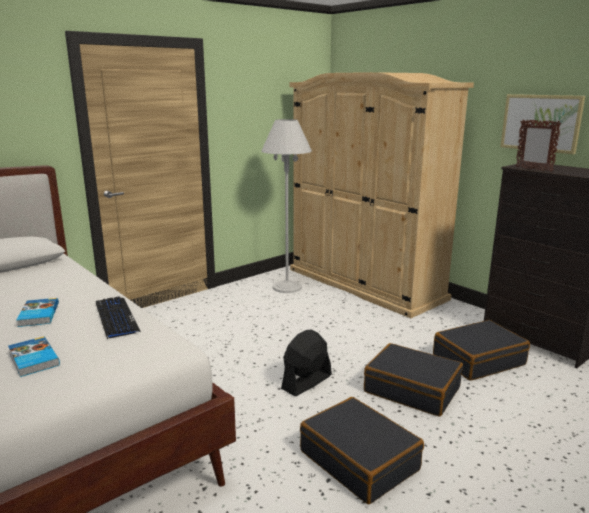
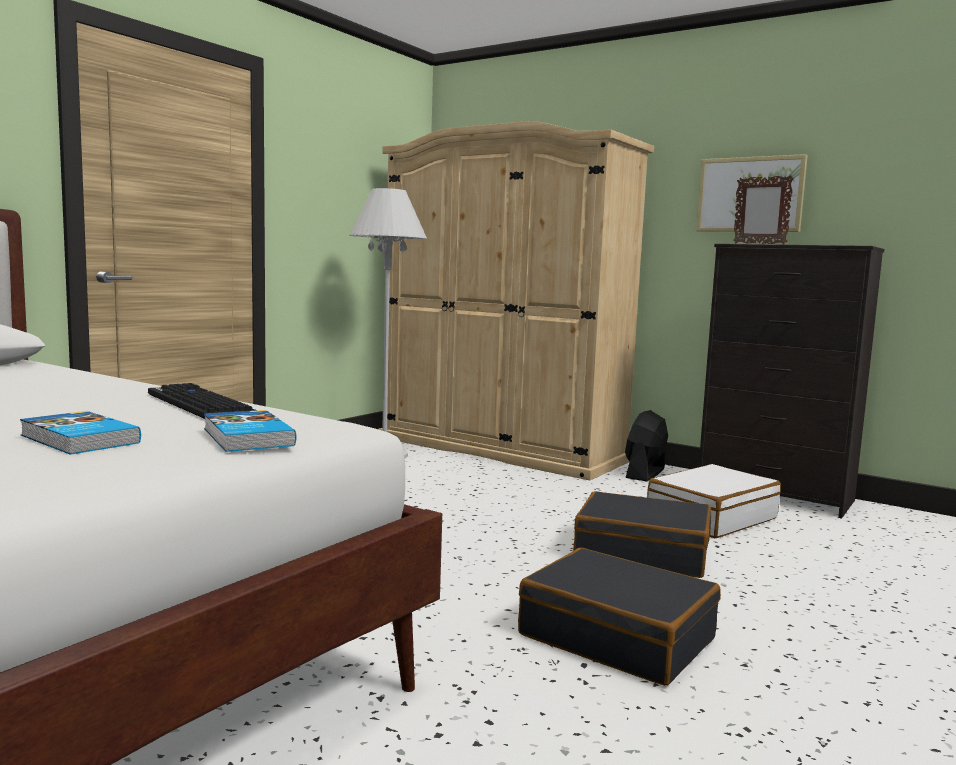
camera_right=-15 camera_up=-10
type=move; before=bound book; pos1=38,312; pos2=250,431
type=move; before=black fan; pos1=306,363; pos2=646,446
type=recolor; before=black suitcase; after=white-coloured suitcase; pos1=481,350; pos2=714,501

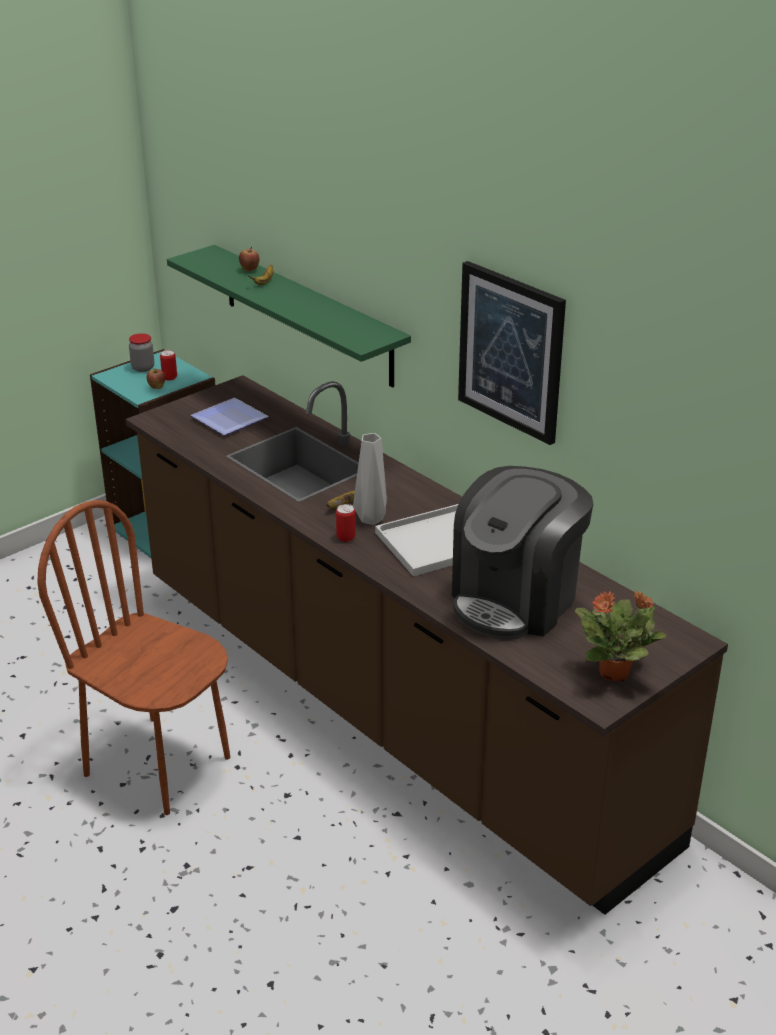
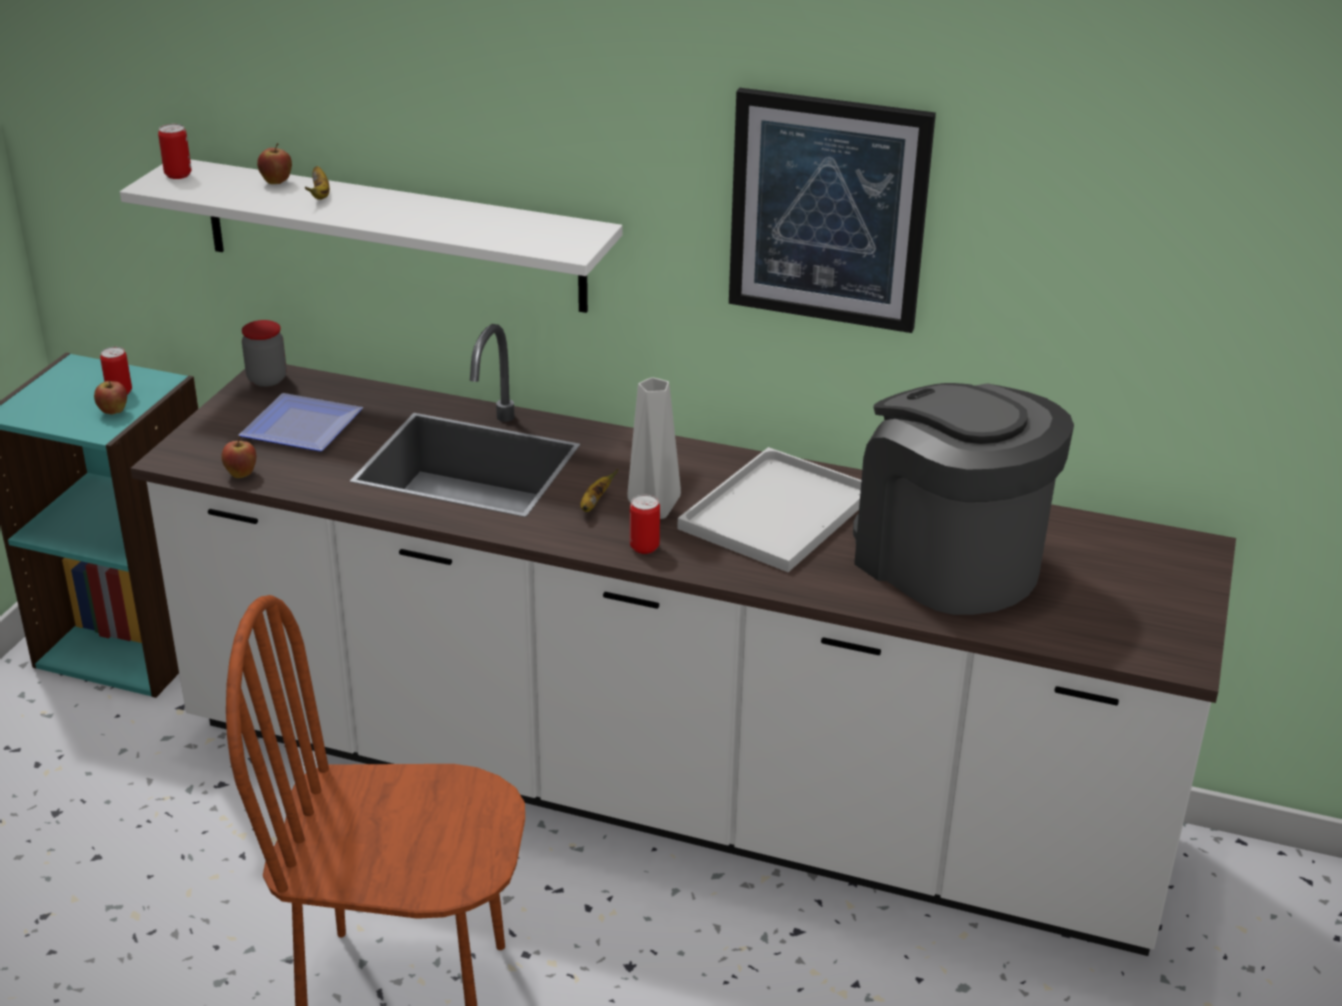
camera_right=-30 camera_up=0
type=recolor; before=greenish shelf; after=white-coloured shelf; pos1=289,316; pos2=371,236
type=recolor; before=brown-coloured kitchen counter; after=white-coloured kitchen counter; pos1=426,645; pos2=683,640
type=insert; after=sealed can; pos2=174,151
type=insert; after=apple; pos2=238,457
type=move; before=preserve jar; pos1=141,352; pos2=264,353
type=rotate; before=coffee maker; pos1=522,553; pos2=963,499; turn=135
type=delete; before=houseplant; pos1=620,635

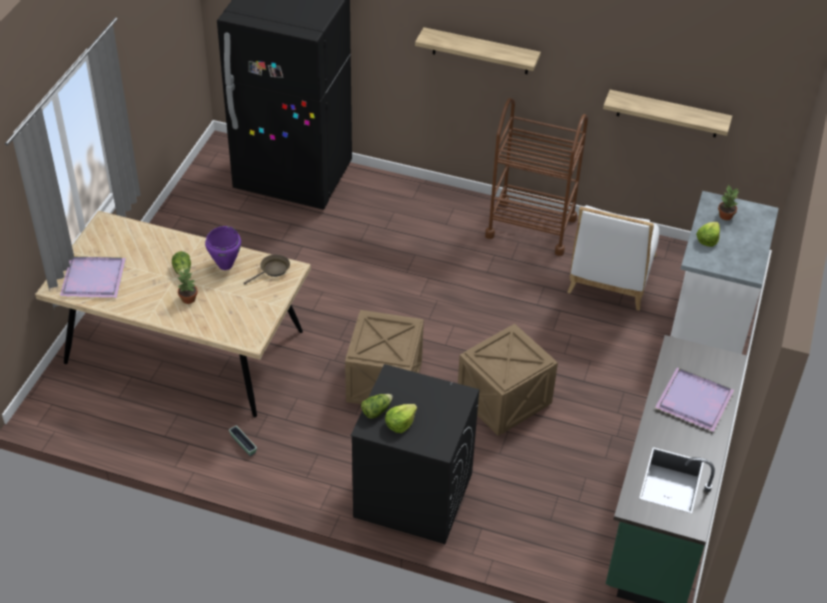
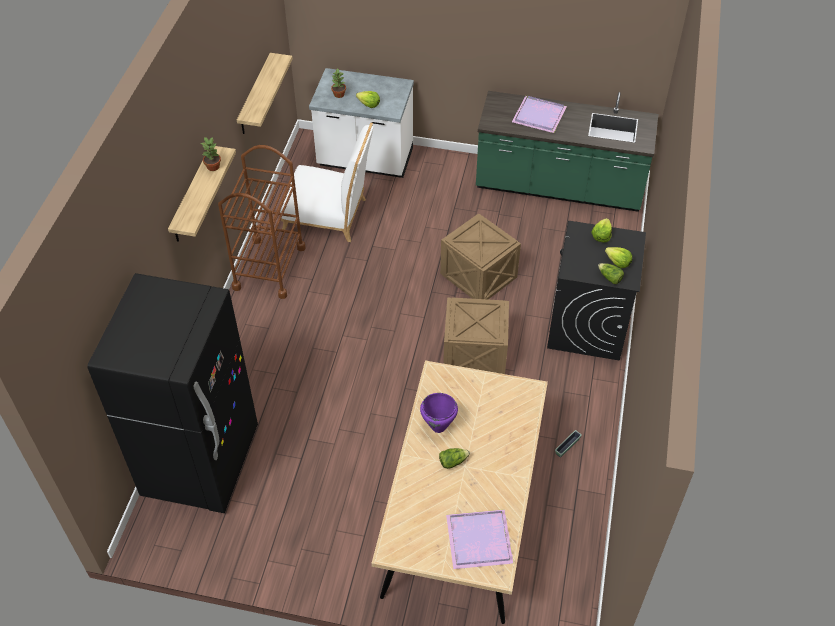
camera_right=-95 camera_up=5
type=move; before=houseplant; pos1=187,286; pos2=211,154
type=insert; after=lettuce; pos2=601,230
type=delete; before=brown-coloured skillet; pos1=267,269

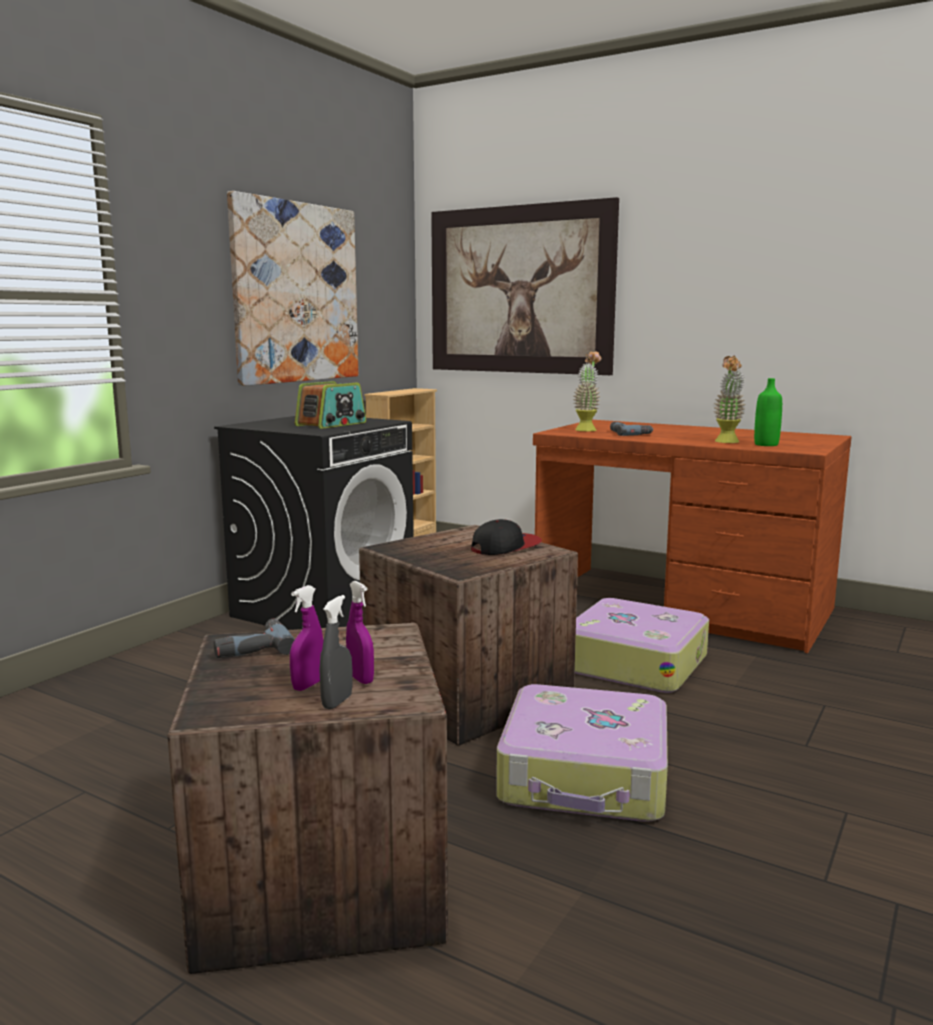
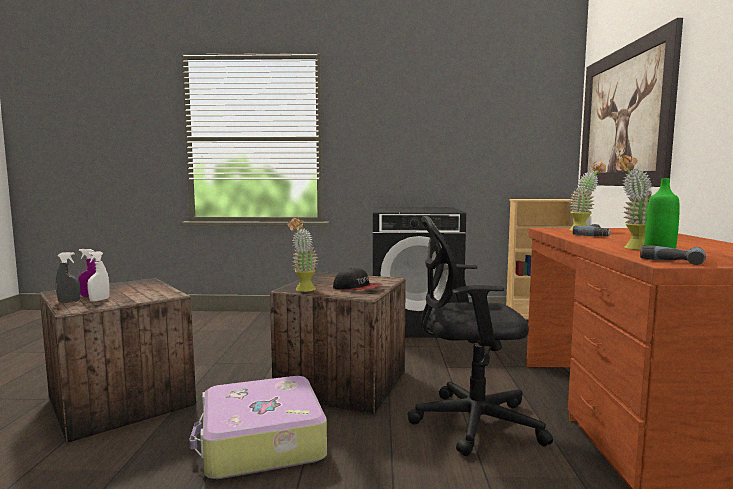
camera_right=60 camera_up=-5
type=recolor; before=purple hand sprayer; after=white-coloured hand sprayer; pos1=360,632; pos2=98,276
type=insert; after=houseplant; pos2=302,255
type=replace; before=suitcase; after=black computer chair; pos1=642,645; pos2=480,336
type=move; before=power drill; pos1=254,638; pos2=673,255
type=delete; before=picture; pos1=293,288
type=delete; before=radio set; pos1=330,405

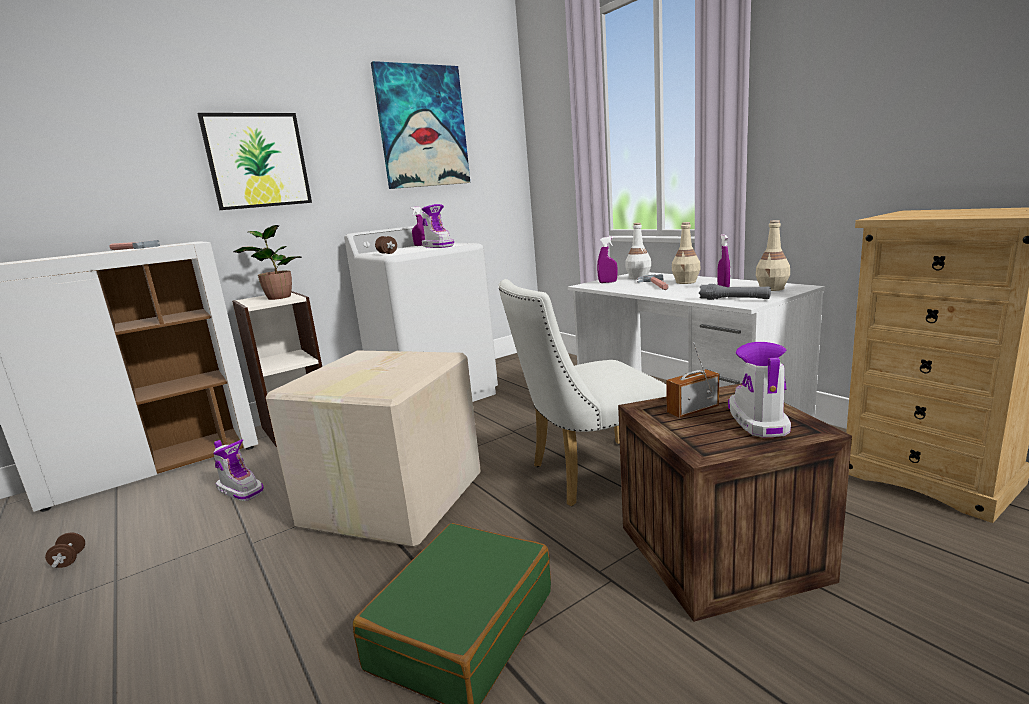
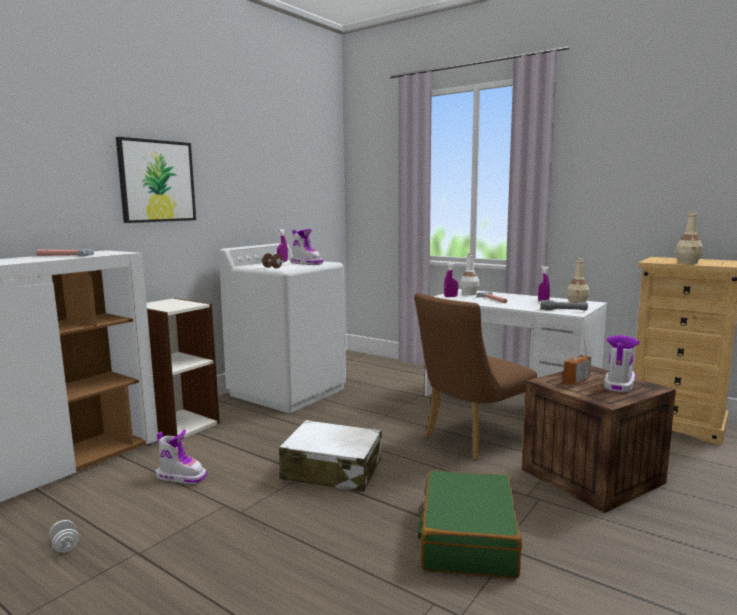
camera_right=-20 camera_up=-5
type=recolor; before=brown-coloured dumbbell; after=white-coloured dumbbell; pos1=65,550; pos2=64,536
type=replace; before=carton; after=white-coloured suitcase; pos1=373,448; pos2=330,456
type=recolor; before=white-coloured upright chair; after=brown-coloured upright chair; pos1=583,392; pos2=475,377
type=rotate; before=high-top boot; pos1=759,389; pos2=621,363; turn=45
type=move; before=beige-coloured beverage bottle; pos1=686,253; pos2=689,237
type=delete; before=houseplant; pos1=267,262
type=delete; before=picture; pos1=420,125

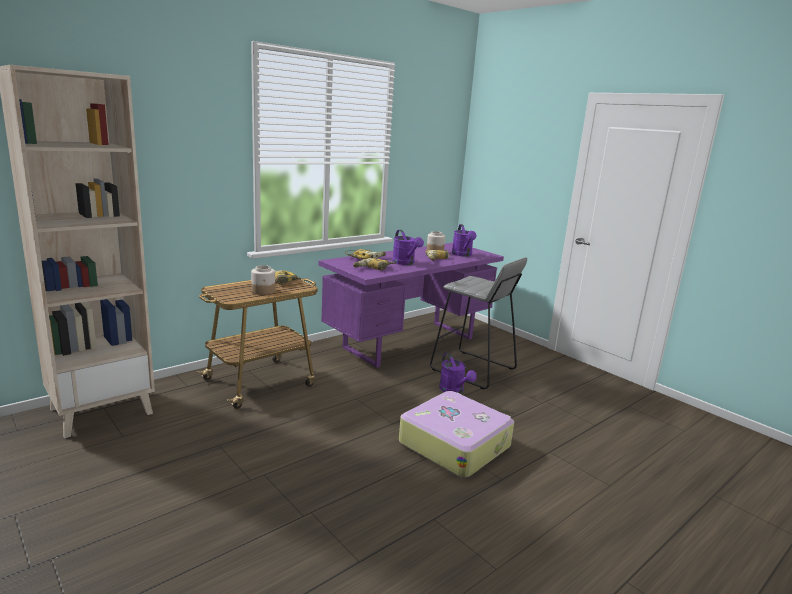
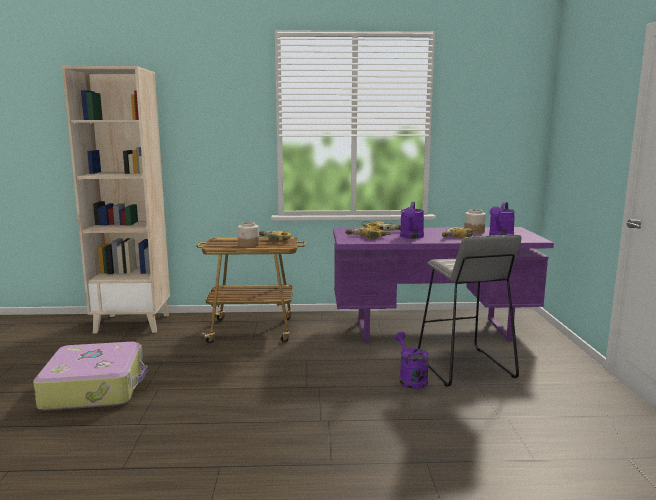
camera_right=40 camera_up=-5
type=move; before=suitcase; pos1=456,434; pos2=90,376
type=rotate; before=purple sprinkling can; pos1=458,373; pos2=411,360; turn=150

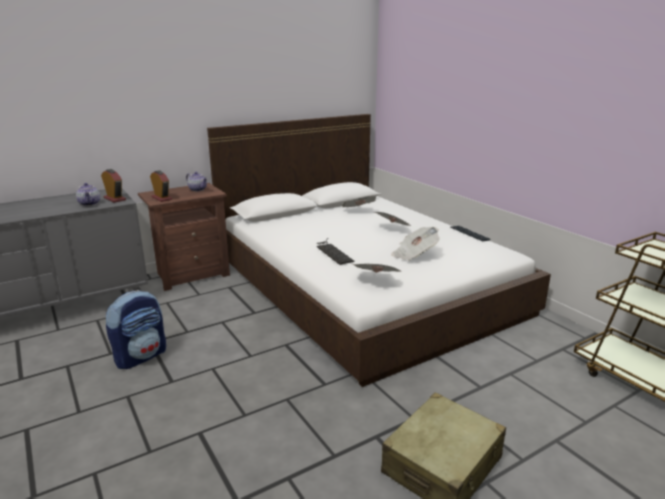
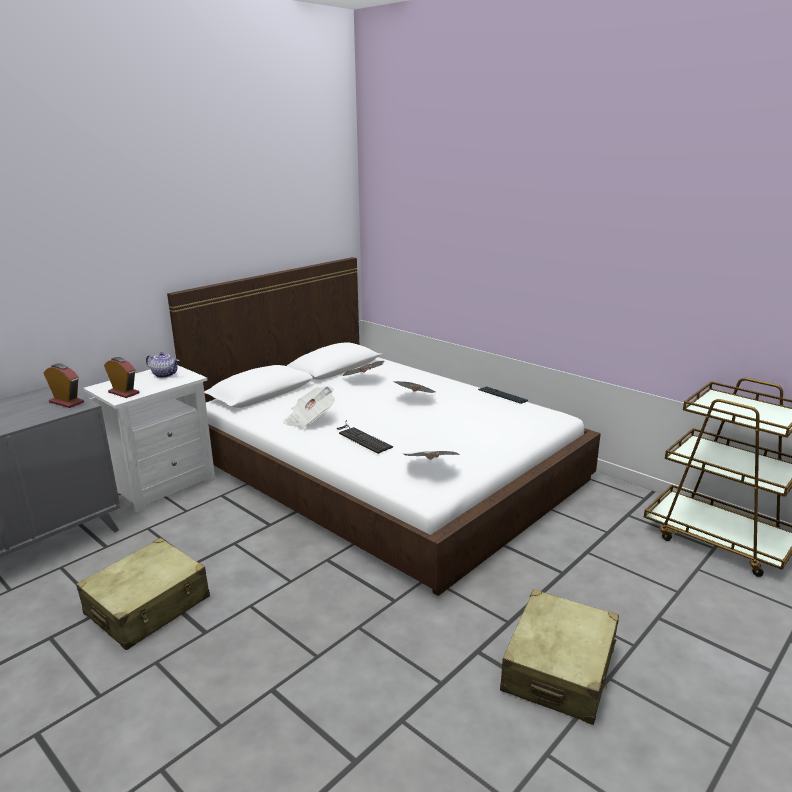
camera_right=-15 camera_up=0
type=replace; before=backpack; after=beige-coloured suitcase; pos1=136,329; pos2=143,594
type=recolor; before=brown-coloured bedside table; after=white-coloured bedside table; pos1=184,237; pos2=149,439
type=move; before=daily paper; pos1=415,244; pos2=309,407
type=delete; before=pot for tea; pos1=88,194

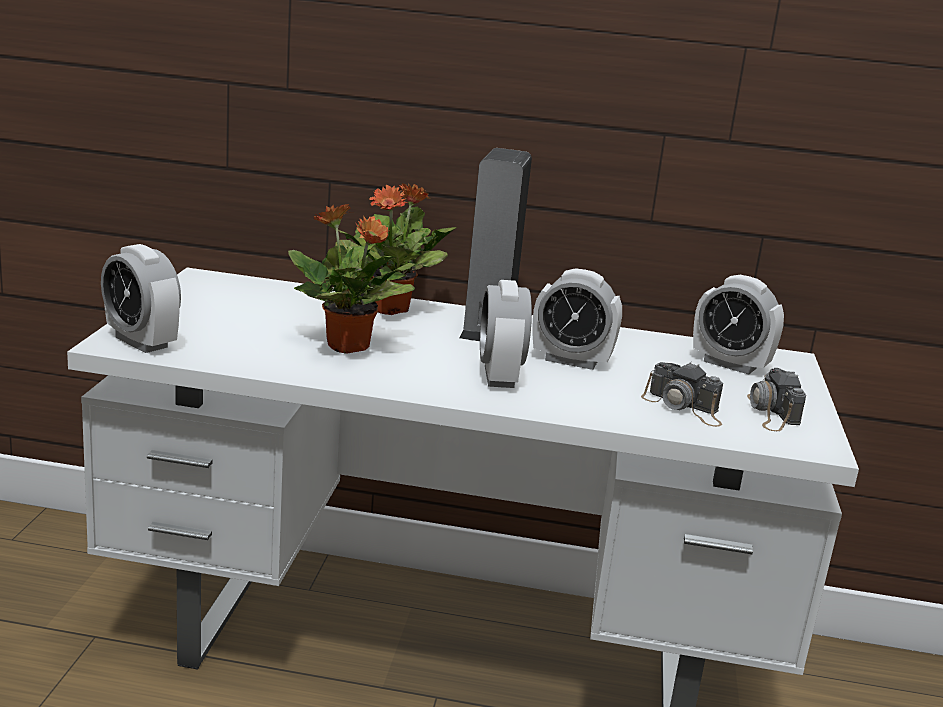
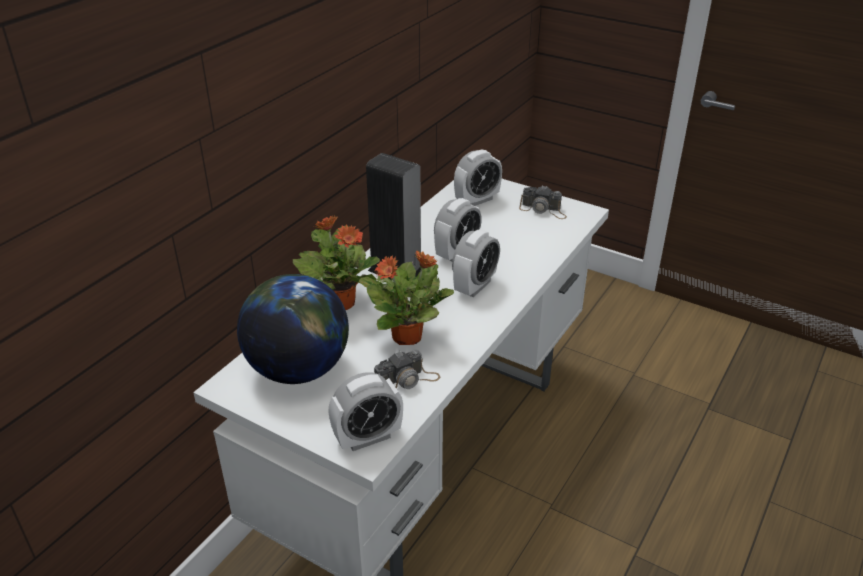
camera_right=-65 camera_up=15
type=insert; after=globe; pos2=293,329
type=move; before=photo camera; pos1=682,394; pos2=407,369
type=rotate; before=bedside clock; pos1=506,334; pos2=476,263; turn=-75

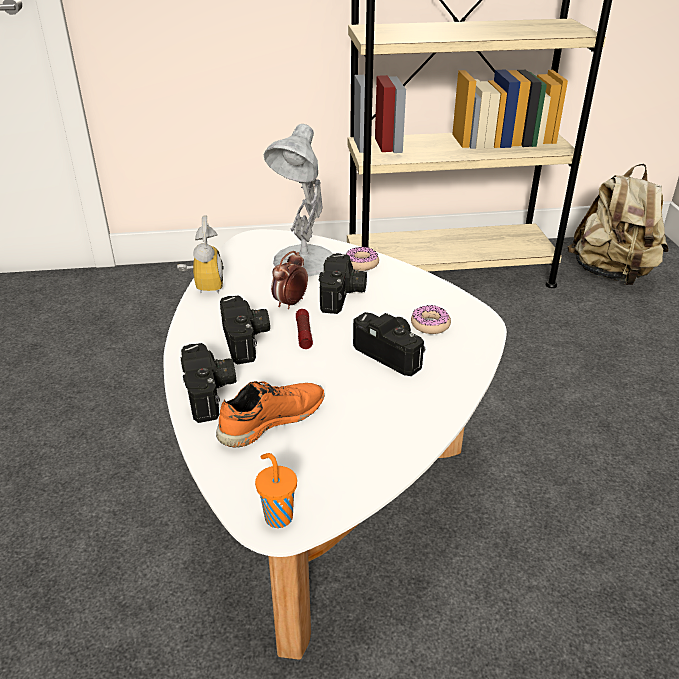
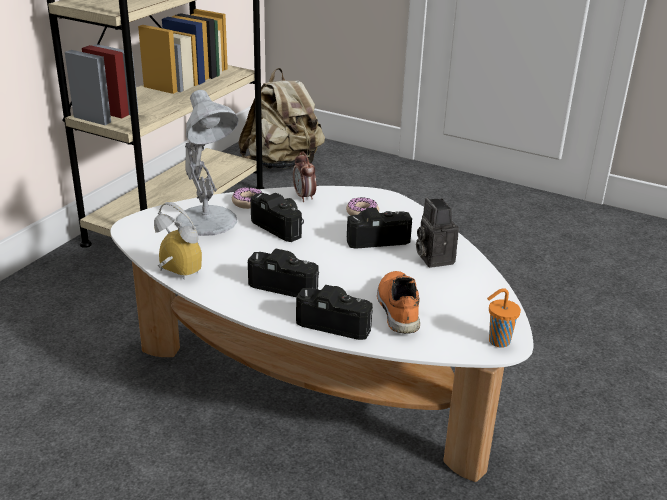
camera_right=-55 camera_up=-5
type=move; before=bedside clock; pos1=289,280; pos2=304,176
type=insert; after=photo camera; pos2=437,233
type=delete; before=hand torch; pos1=304,329

